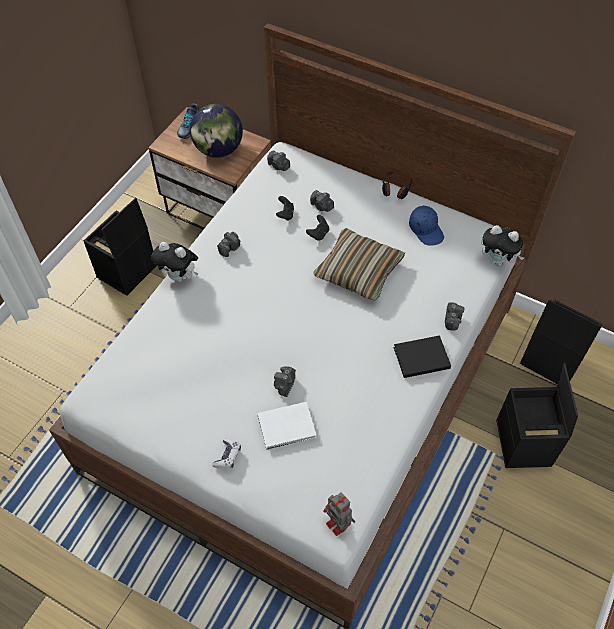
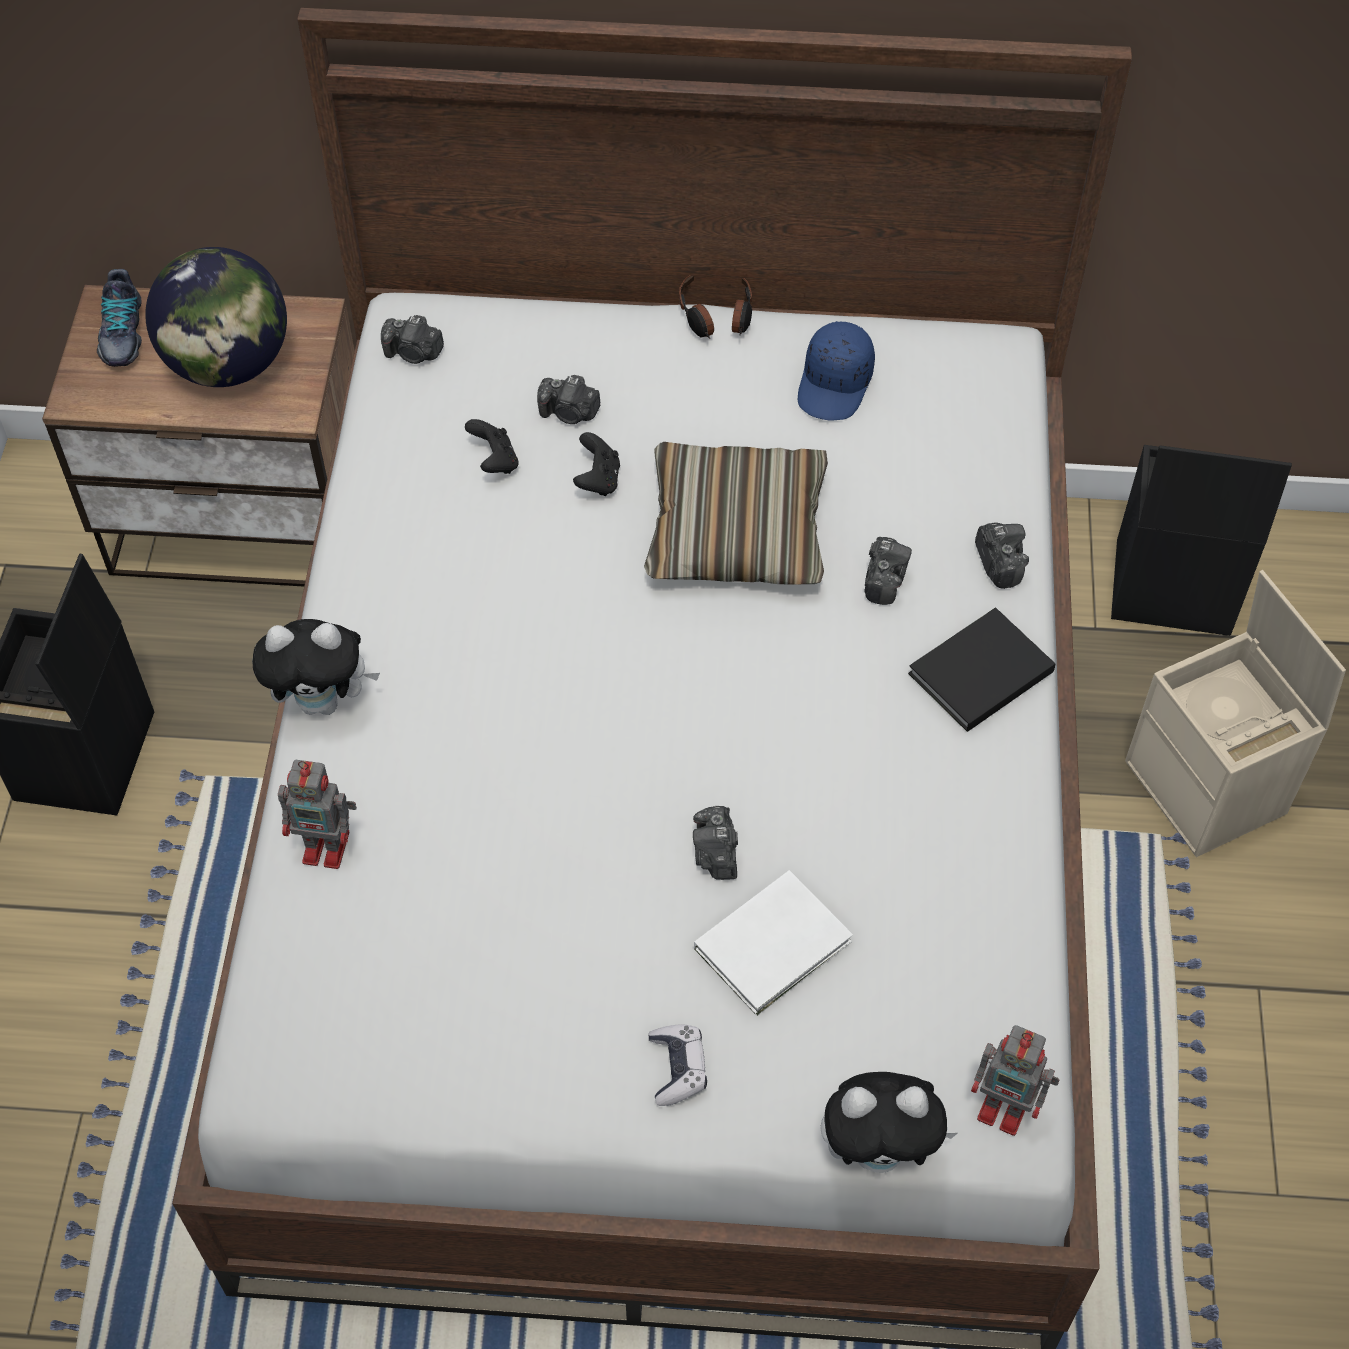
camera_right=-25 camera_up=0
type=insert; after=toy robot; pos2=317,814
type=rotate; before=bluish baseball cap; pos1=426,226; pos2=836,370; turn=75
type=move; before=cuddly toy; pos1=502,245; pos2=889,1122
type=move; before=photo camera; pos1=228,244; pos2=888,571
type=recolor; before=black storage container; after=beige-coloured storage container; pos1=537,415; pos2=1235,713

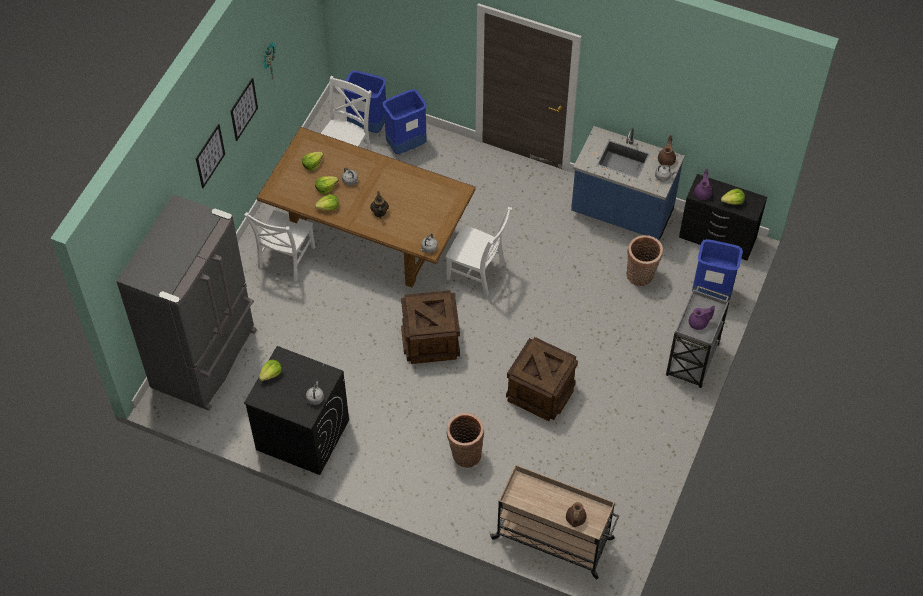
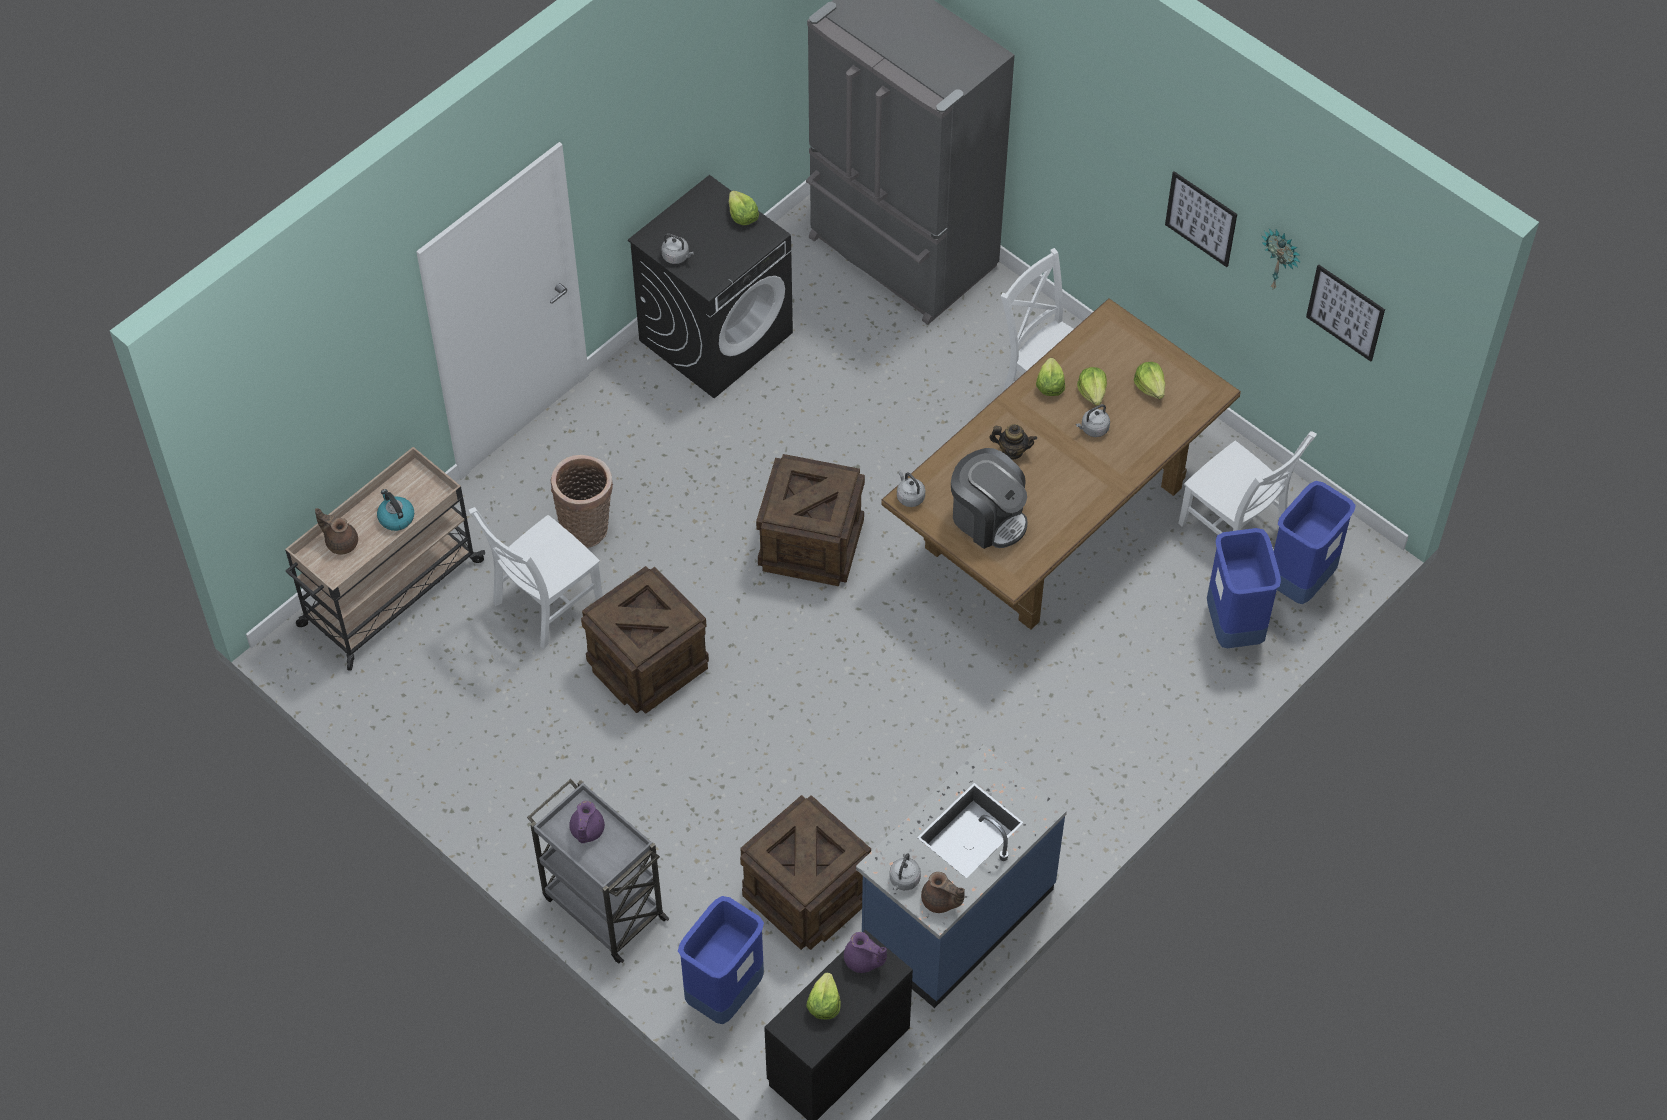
camera_right=110 camera_up=0
type=insert; after=tea kettle; pos2=395,510
type=move; before=white-coloured upright chair; pos1=479,251; pos2=536,578
type=replace; before=household basket; after=packing crate; pos1=644,260; pos2=805,872
type=insert; after=coffee maker; pos2=989,498
type=move; before=picture; pos1=210,156; pos2=1345,313

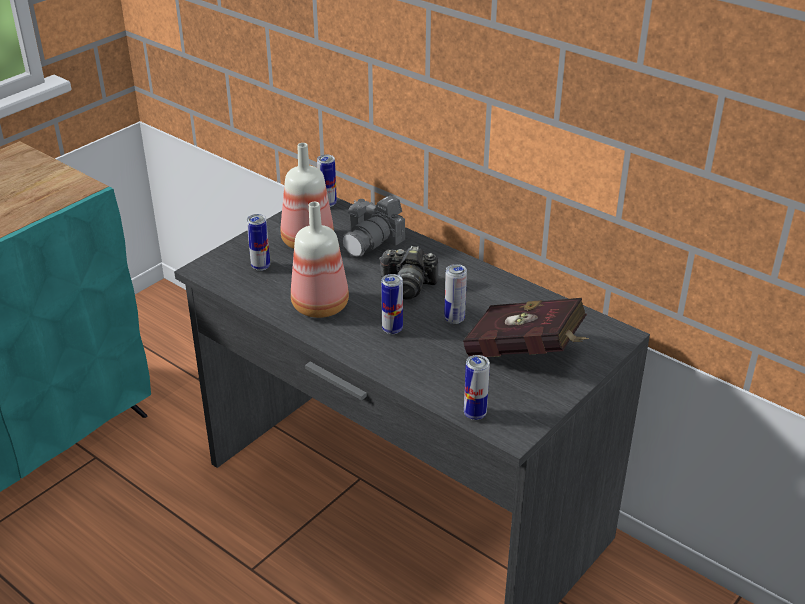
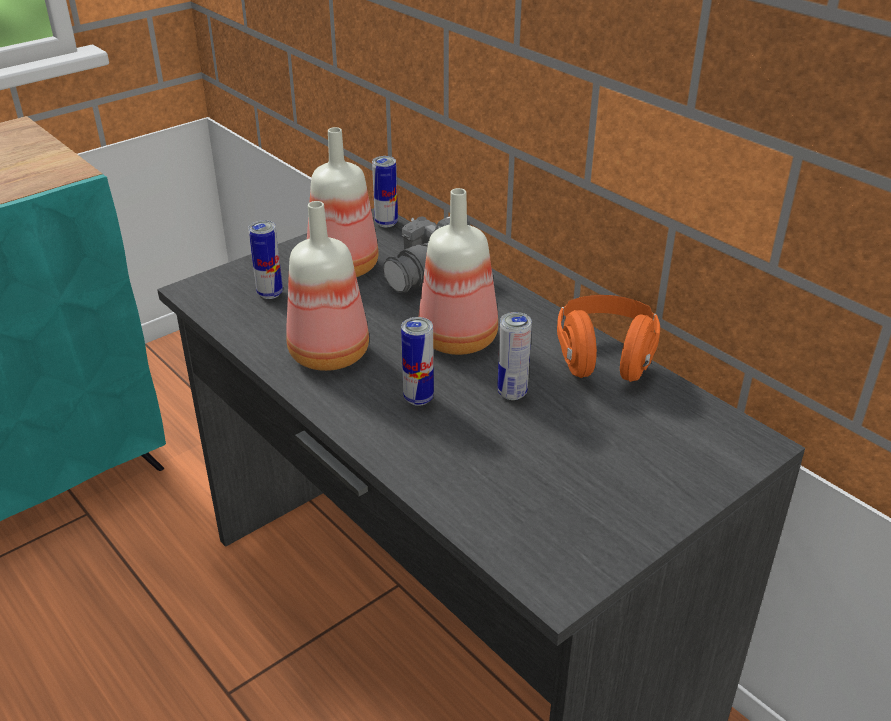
camera_right=10 camera_up=0
type=replace; before=photo camera; after=beverage bottle; pos1=408,273; pos2=458,271
type=insert; after=orangey headphones; pos2=608,338
type=delete; before=reddish bound book; pos1=526,327
type=delete; before=sealed can; pos1=477,387

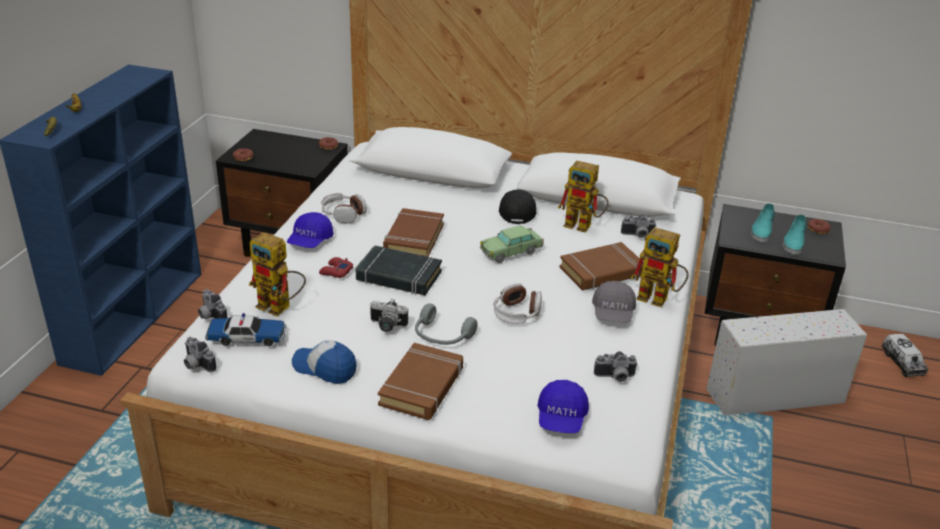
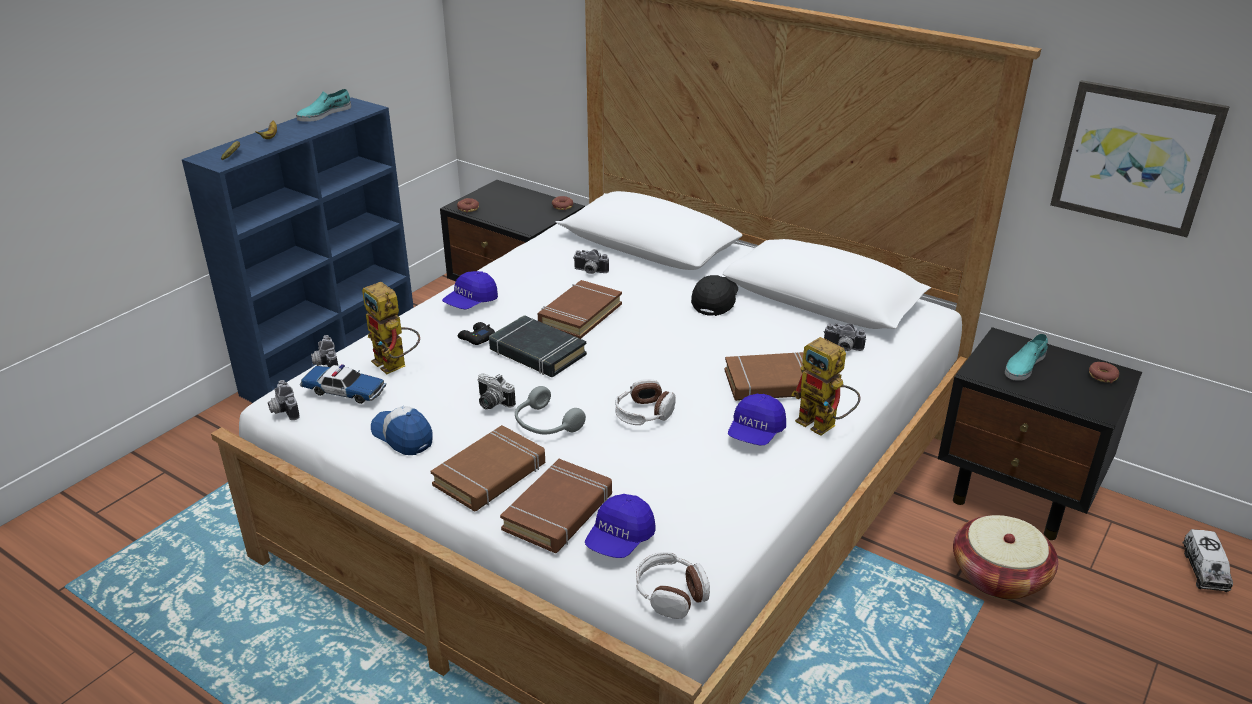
camera_right=20 camera_up=0
type=move; before=blue-green item of footwear; pos1=794,234; pos2=323,105
type=recolor; before=reddish game controller; after=black game controller; pos1=336,267; pos2=476,333
type=insert; after=brown-coloured bound book; pos2=556,506
type=move; before=photo camera; pos1=616,366; pos2=591,261
type=move; before=headphones; pos1=344,208; pos2=673,585
type=recolor; before=gray baseball cap; after=bluish baseball cap; pos1=614,302; pos2=757,419
type=replace; before=white-coloured storage container; after=household basket; pos1=786,362; pos2=1005,557
type=insert; after=picture; pos2=1140,158
type=delete; before=toy car; pos1=512,244
type=delete; before=toy robot; pos1=583,197

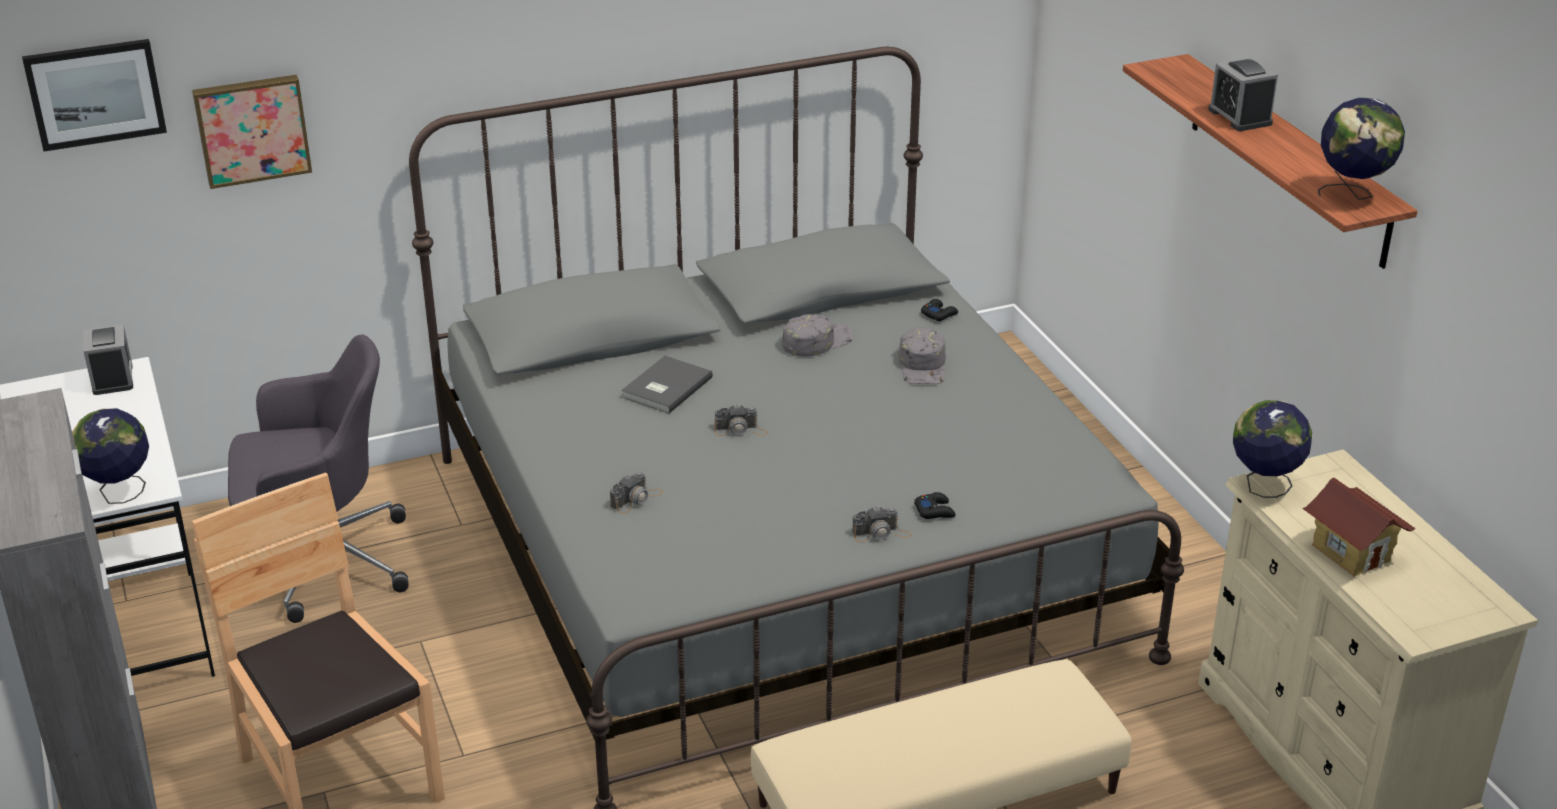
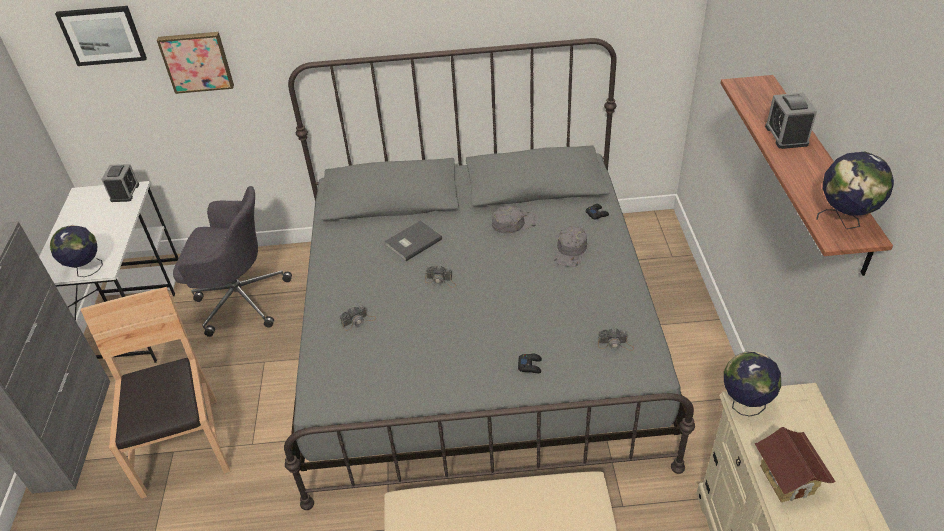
camera_right=20 camera_up=10
type=move; before=photo camera; pos1=881,524; pos2=616,339

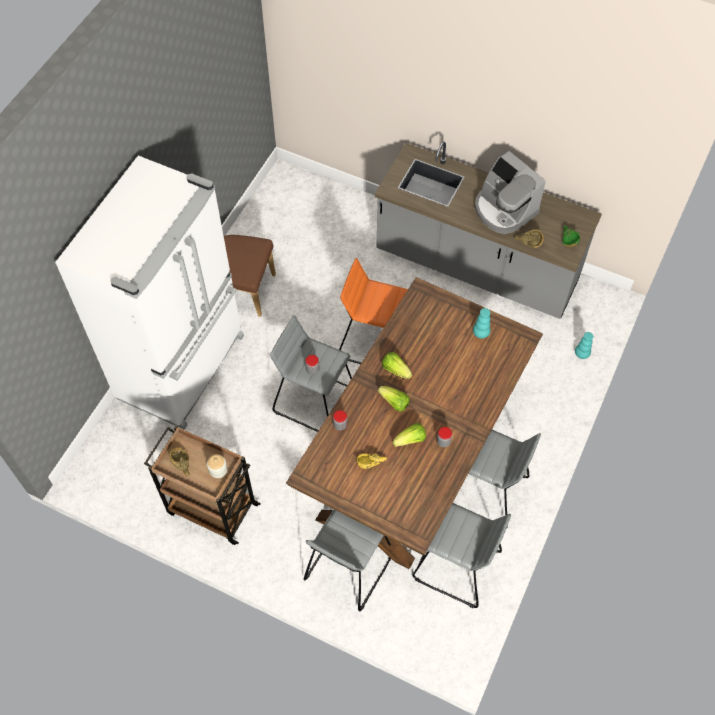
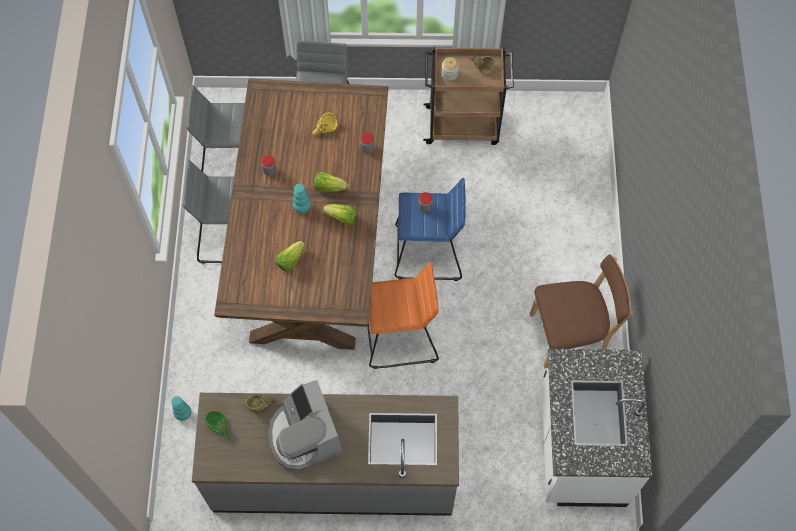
camera_right=155 camera_up=5
type=rotate; before=coffee maker; pos1=510,192; pos2=306,425; turn=-135
type=move; before=lettuce; pos1=409,435; pos2=290,256
type=move; before=blue-green flower vase; pos1=482,323; pos2=302,198
type=recolor; before=gray sitting stool; after=bluish sitting stool; pos1=311,373; pos2=430,229
type=insert; after=white-coloured kitchen counter; pos2=597,428
type=delete; before=white-coloured fridge; pos1=149,293

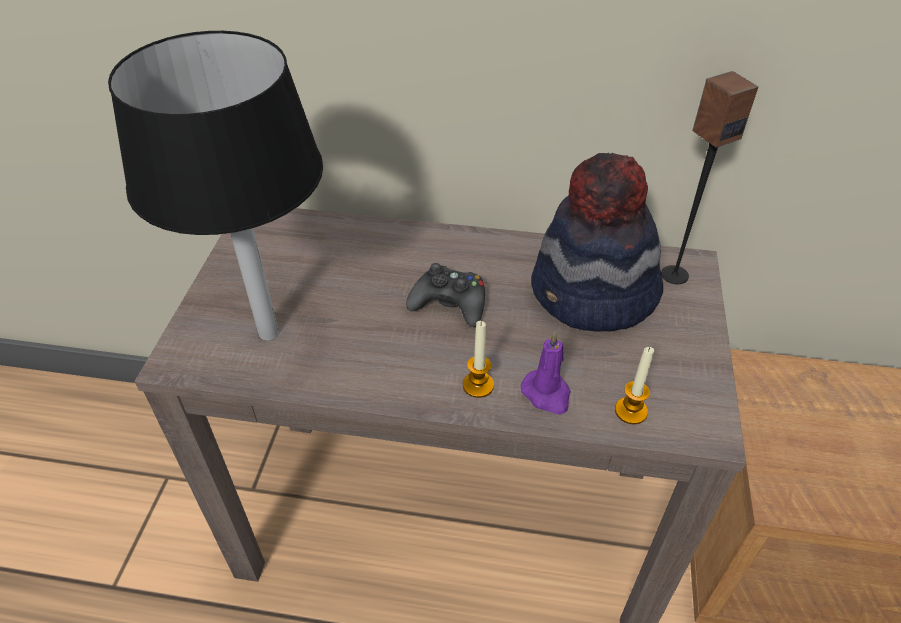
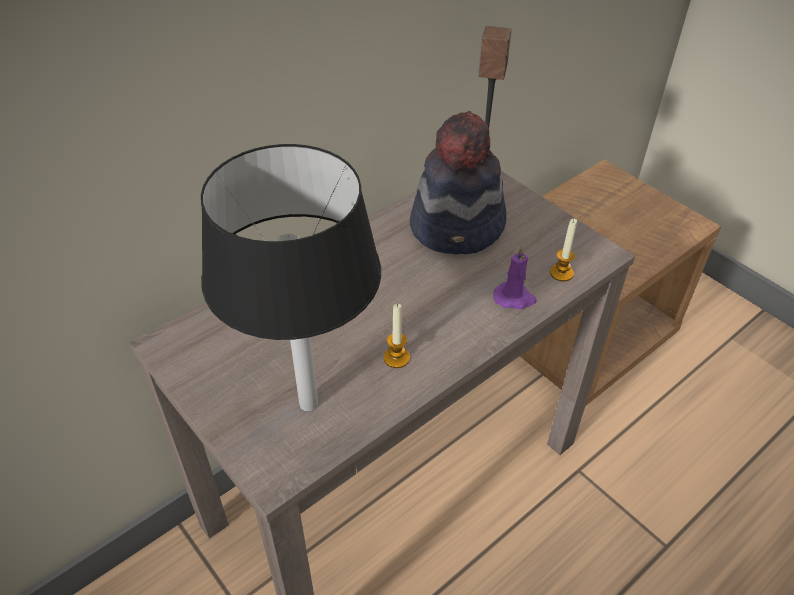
camera_right=-50 camera_up=0
type=move; before=candle; pos1=478,359; pos2=396,336
type=delete; before=black game controller; pos1=445,295

